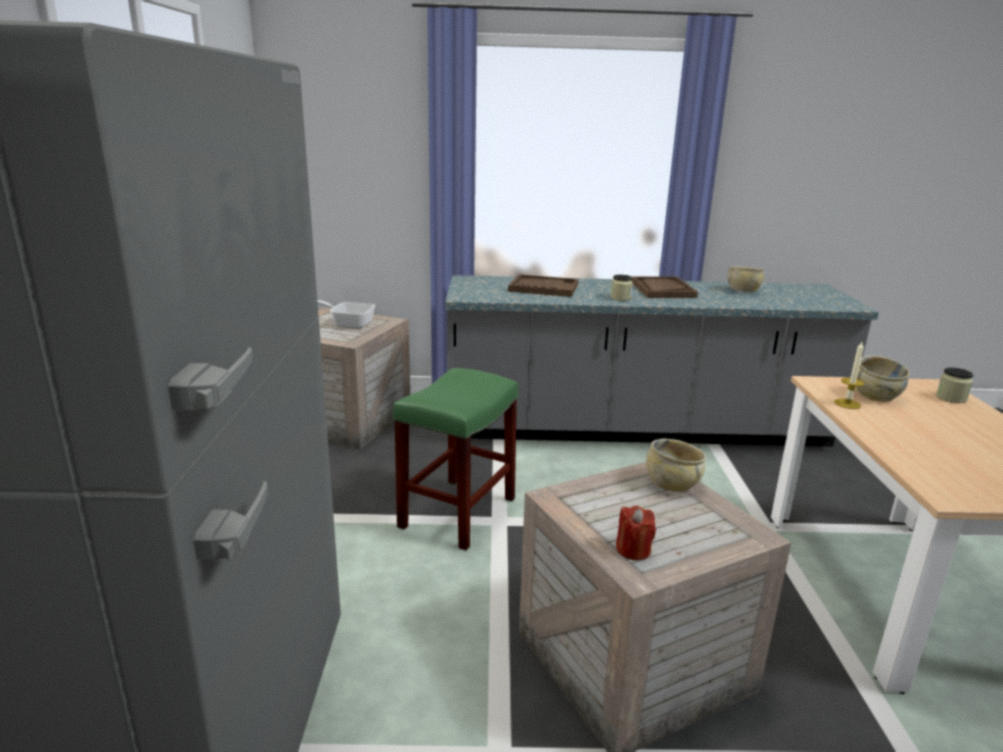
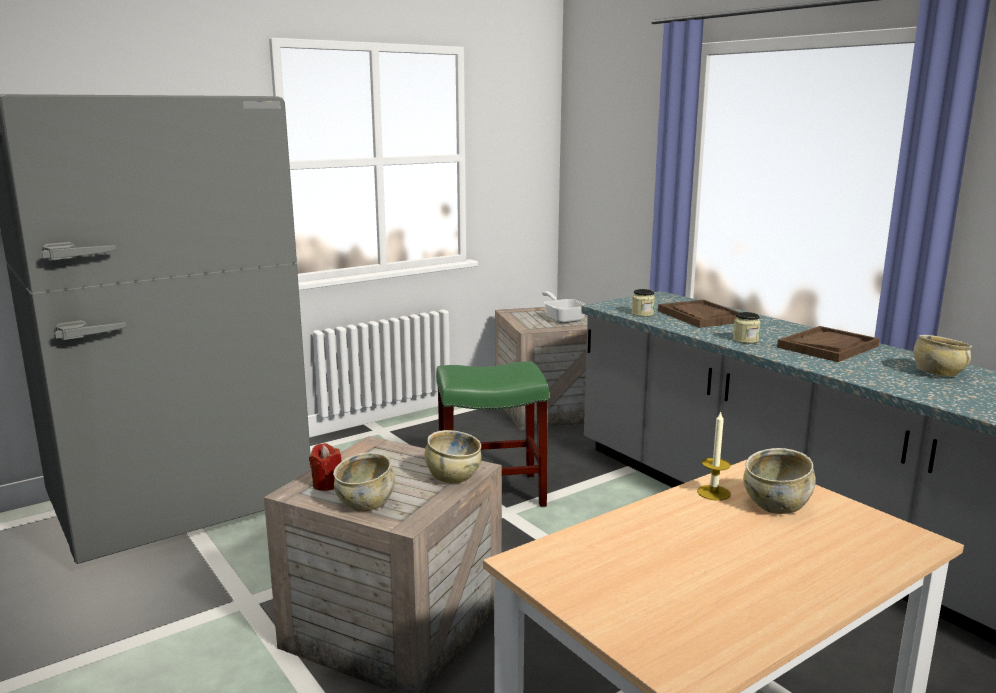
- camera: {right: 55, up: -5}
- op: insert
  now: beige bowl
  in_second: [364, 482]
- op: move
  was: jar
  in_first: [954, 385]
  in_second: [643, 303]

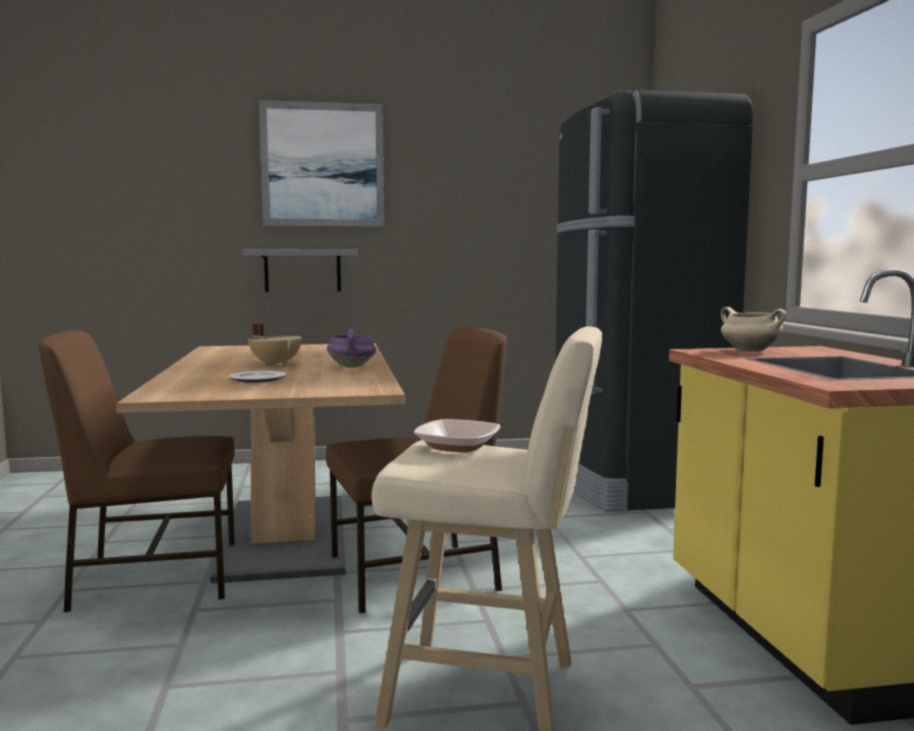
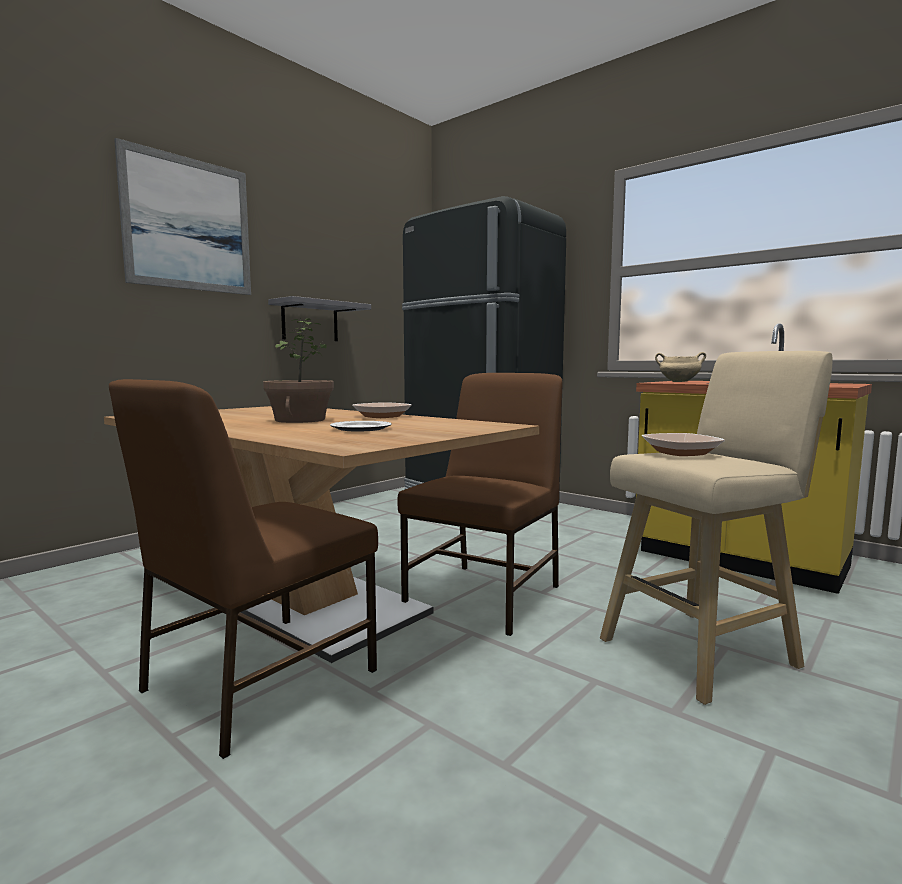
- camera: {right: -40, up: 0}
- op: move
  was: grey shelf
  in_first: [300, 270]
  in_second: [319, 318]
- op: replace
  was: beige cooking pot
  now: potted plant
  in_first: [275, 344]
  in_second: [298, 370]
- op: replace
  was: purple cooking pot
  now: bowl
  in_first: [351, 348]
  in_second: [382, 410]

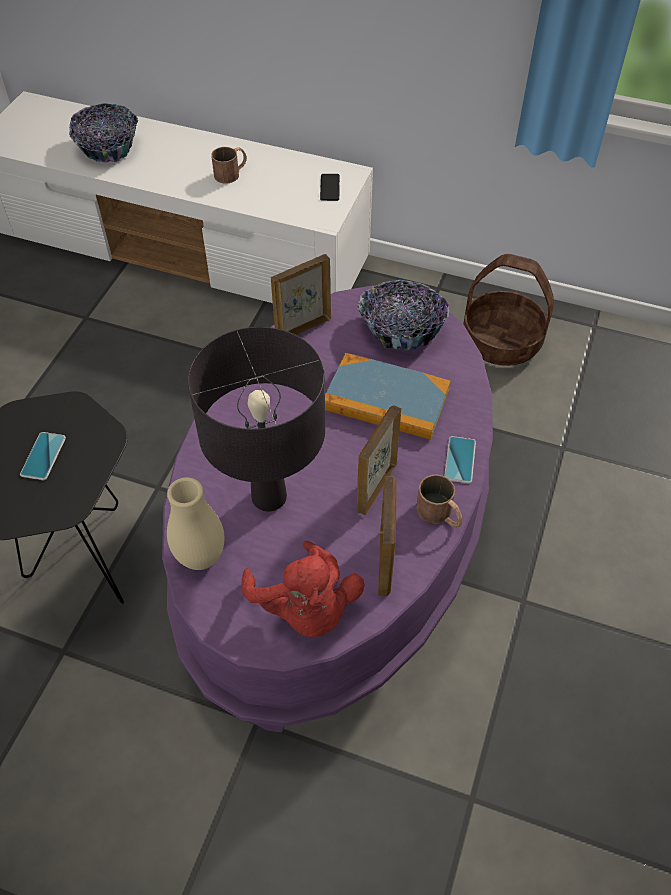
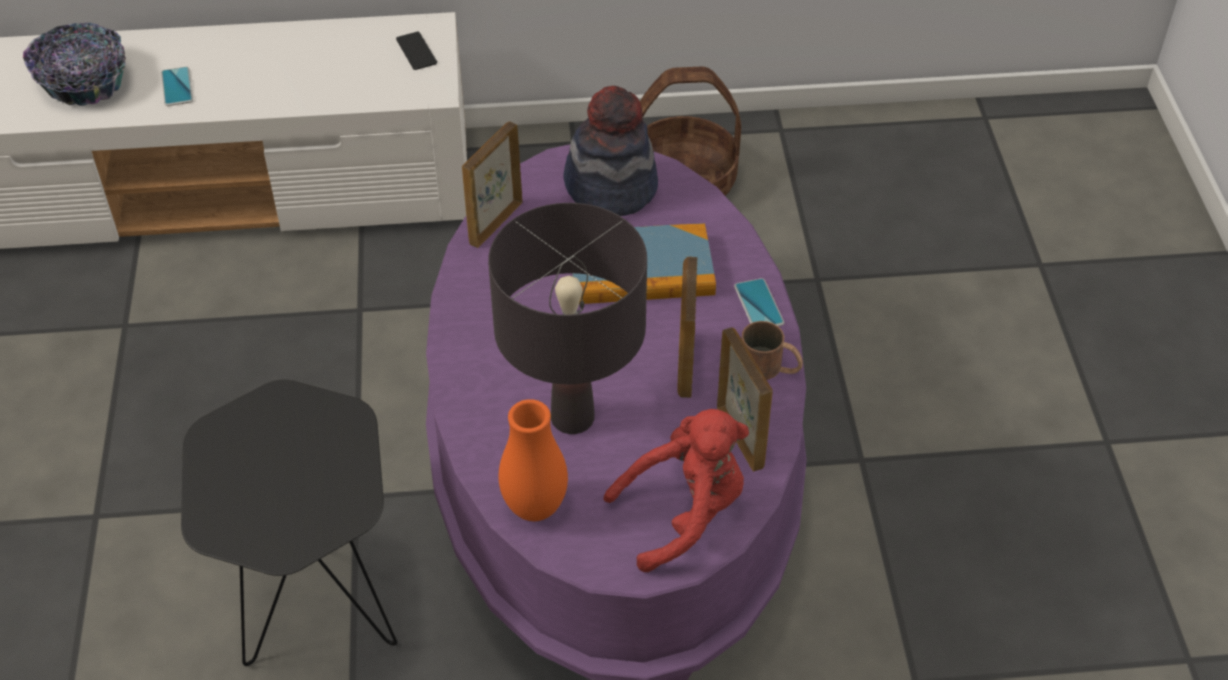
- camera: {right: -25, up: -5}
- op: delete
  was: brown mug
  in_first: [229, 165]
- op: move
  was: phone
  in_first: [43, 456]
  in_second: [177, 86]
- op: replace
  was: bowl
  now: hat
  in_first: [403, 315]
  in_second: [610, 151]
- op: recolor
  was: beige vase
  now: orange vase
  in_first: [196, 523]
  in_second: [533, 460]
- op: rotate
  was: red plush toy
  in_first: [303, 589]
  in_second: [676, 490]
  clockwise: -60

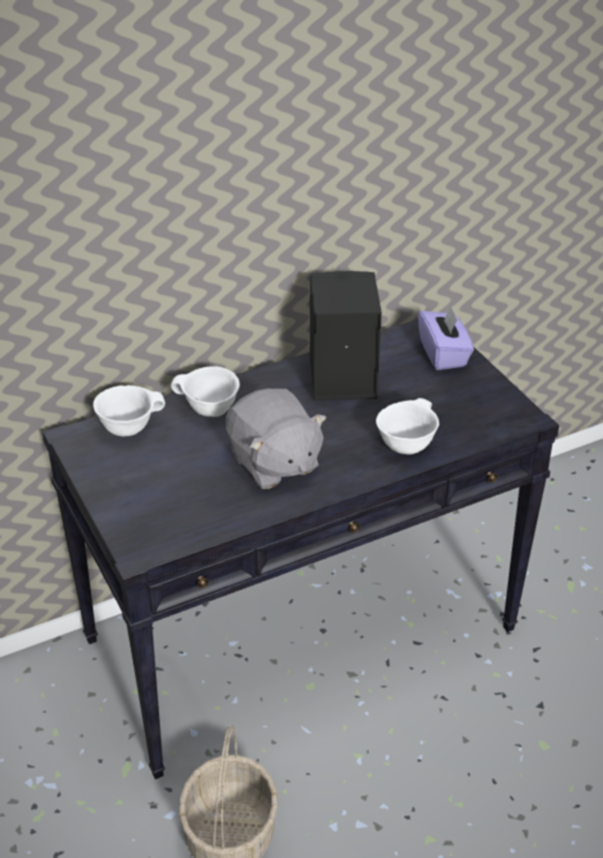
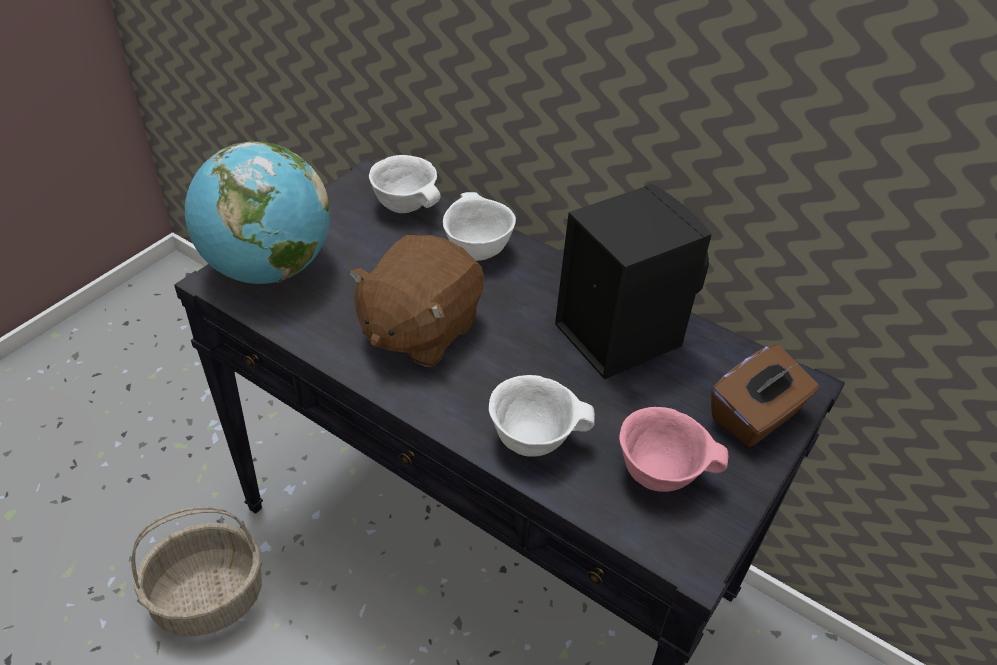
- camera: {right: 60, up: 5}
- op: insert
  now: globe
  in_second: [257, 212]
- op: insert
  now: pink bowl
  in_second: [674, 449]
- op: recolor
  was: grey plush toy
  now: brown plush toy
  in_first: [276, 438]
  in_second: [416, 301]
- op: recolor
  was: purple tissue box
  now: brown tissue box
  in_first: [446, 338]
  in_second: [765, 395]

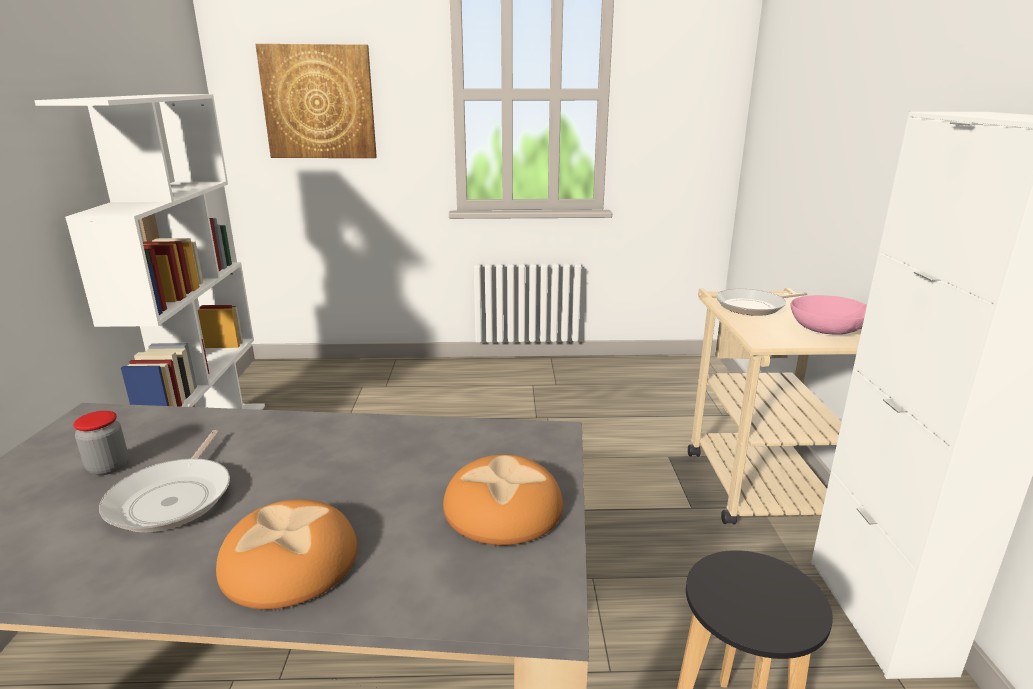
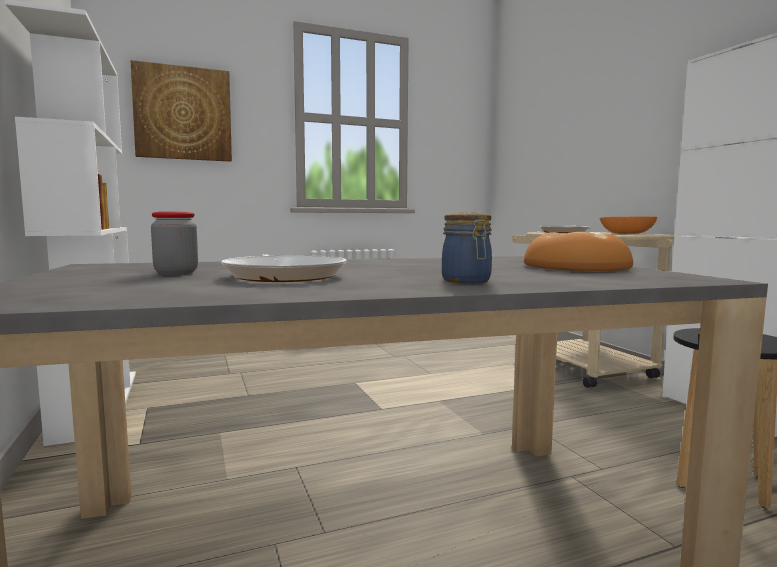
- camera: {right: -20, up: -15}
- op: replace
  was: bread
  now: jar
  in_first: [286, 554]
  in_second: [467, 248]
- op: recolor
  was: pink bowl
  now: orange bowl
  in_first: [828, 315]
  in_second: [628, 225]

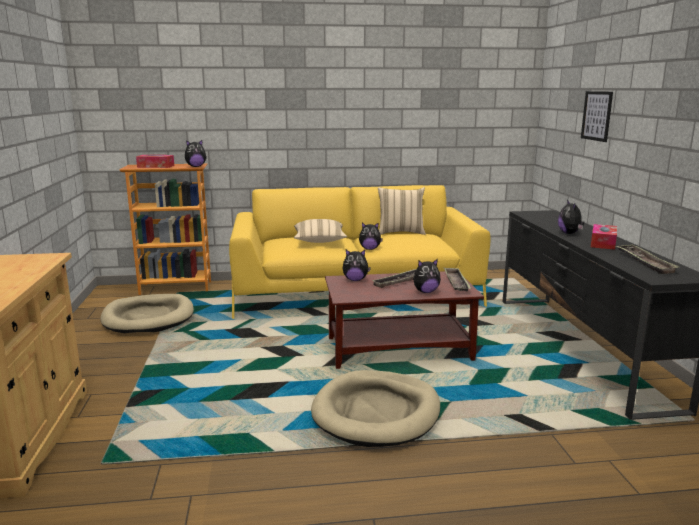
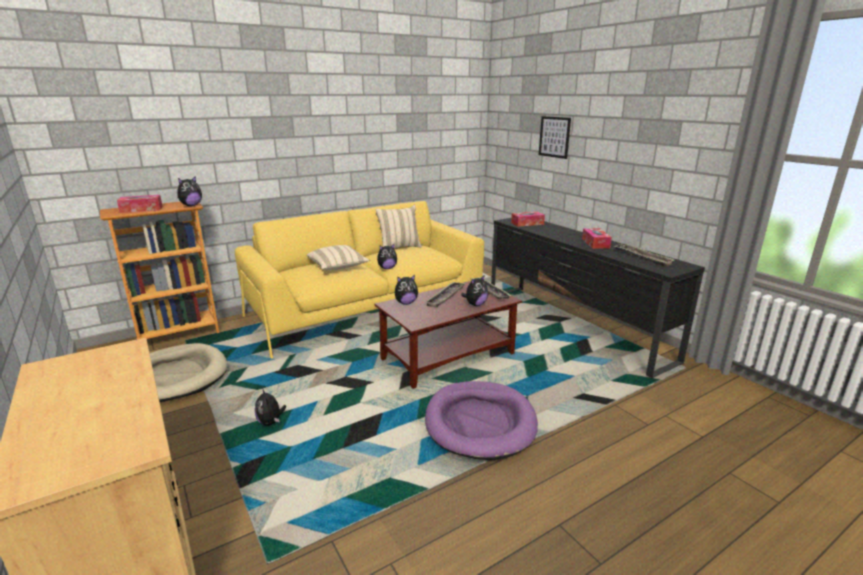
- camera: {right: -25, up: 5}
- op: insert
  now: tissue box
  in_second: [528, 219]
- op: move
  was: plush toy
  in_first: [571, 216]
  in_second: [270, 407]
- op: recolor
  was: beige dog bed
  now: purple dog bed
  in_first: [375, 408]
  in_second: [481, 420]

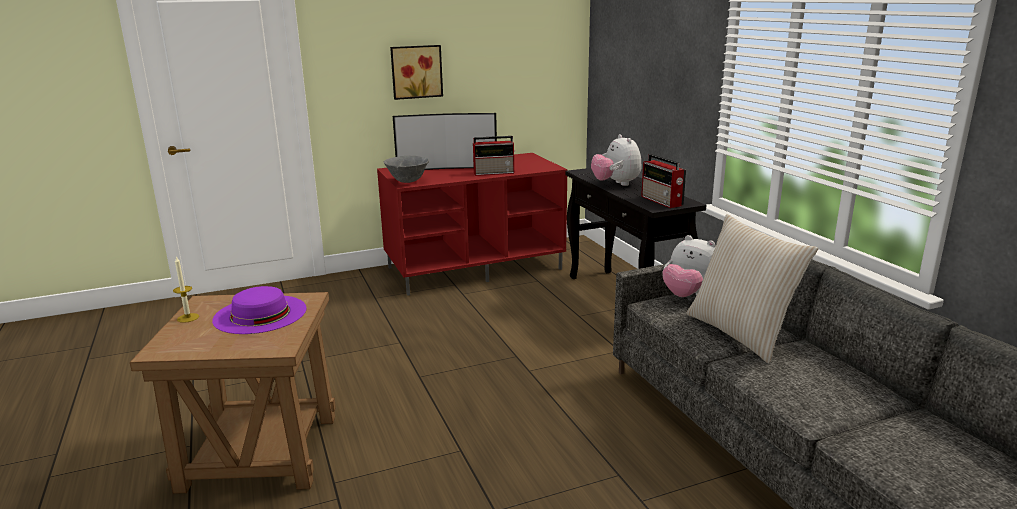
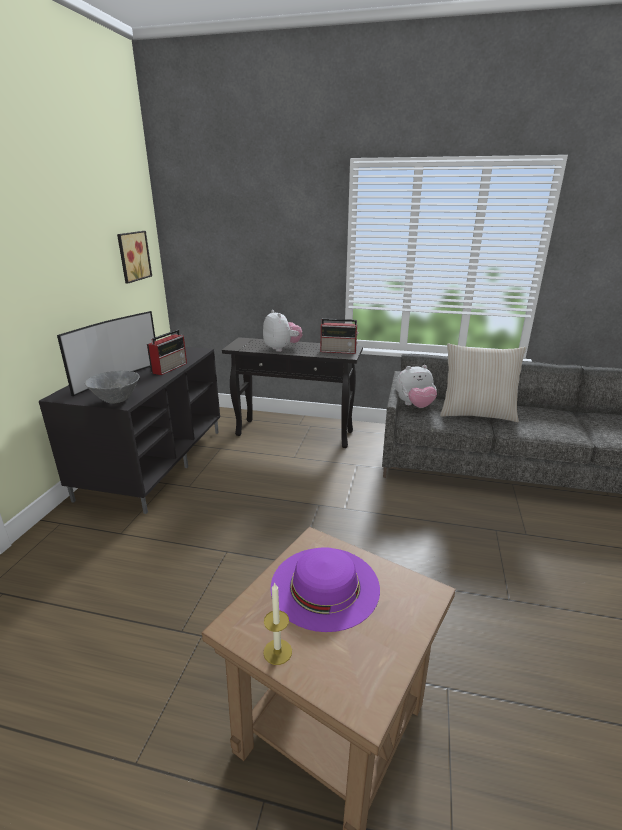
- camera: {right: -55, up: 5}
- op: move
  was: picture
  in_first: [416, 72]
  in_second: [134, 257]
- op: recolor
  was: red tv stand
  now: black tv stand
  in_first: [472, 224]
  in_second: [129, 430]
- op: rotate
  was: plush toy
  in_first: [616, 160]
  in_second: [282, 331]
  clockwise: -135

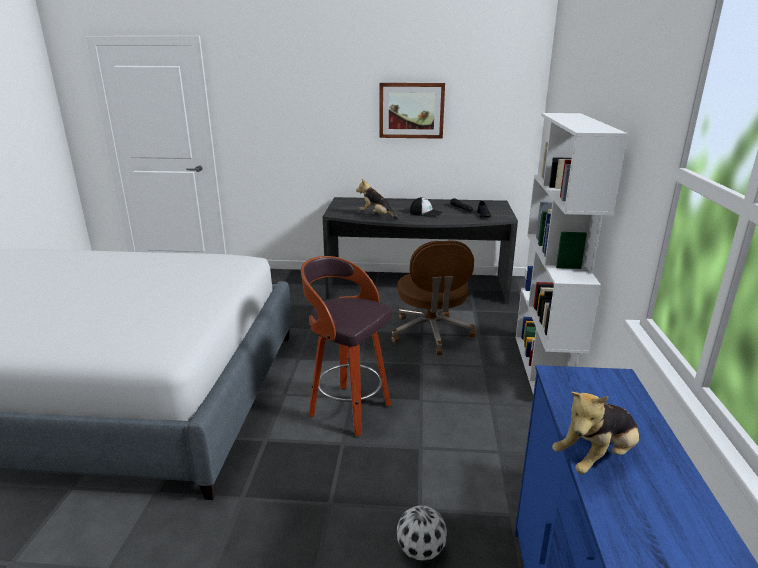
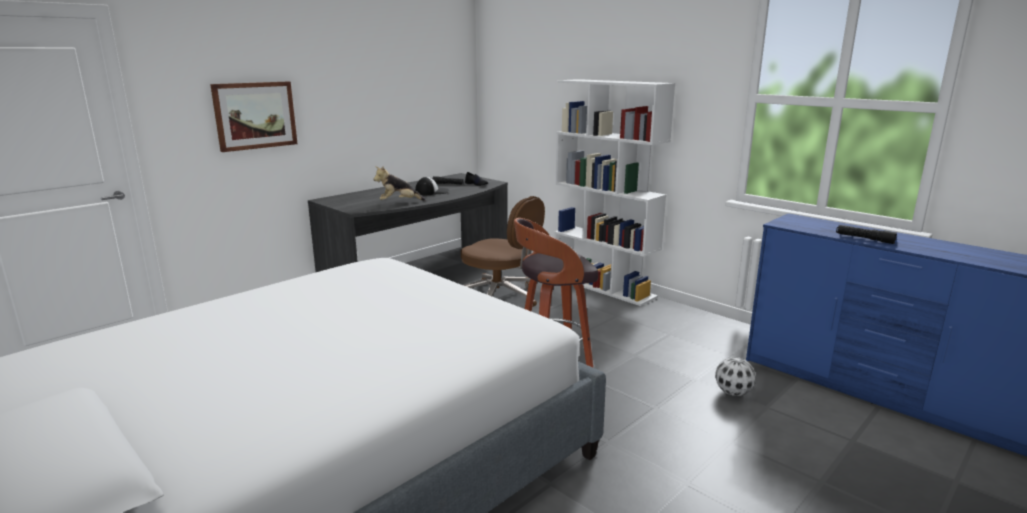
- camera: {right: -50, up: -5}
- op: move
  was: picture
  in_first: [412, 111]
  in_second: [253, 116]
- op: replace
  was: plush toy
  now: black flashlight
  in_first: [595, 433]
  in_second: [866, 234]

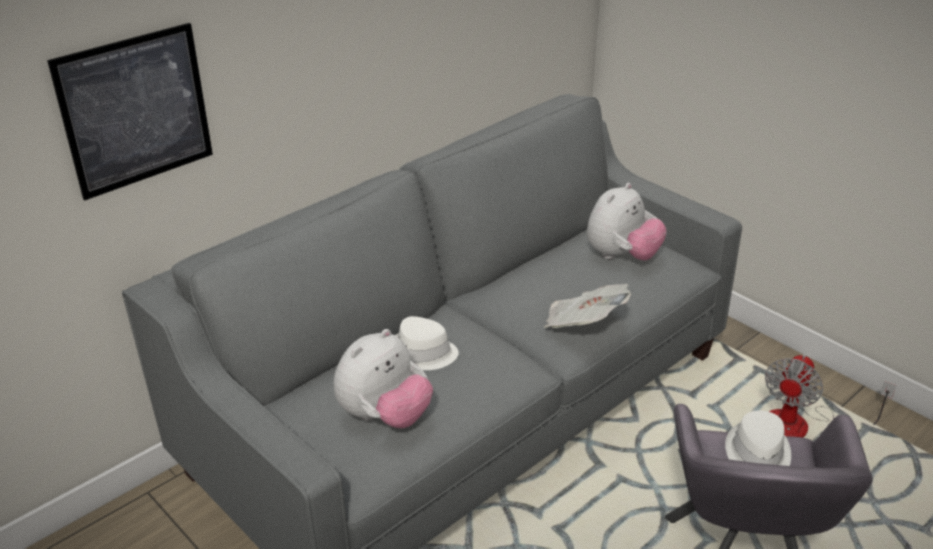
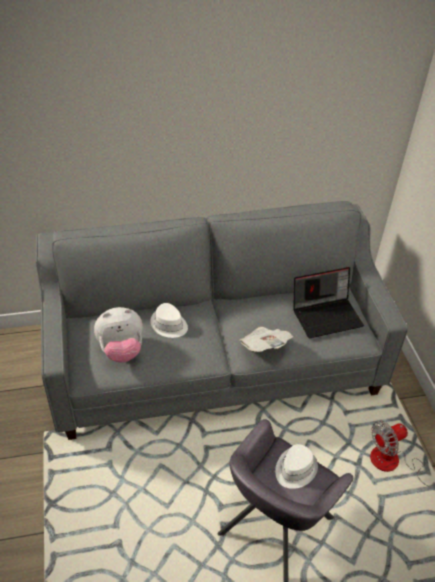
- camera: {right: 30, up: 10}
- op: delete
  was: picture
  in_first: [130, 111]
- op: replace
  was: plush toy
  now: laptop
  in_first: [627, 222]
  in_second: [328, 302]

